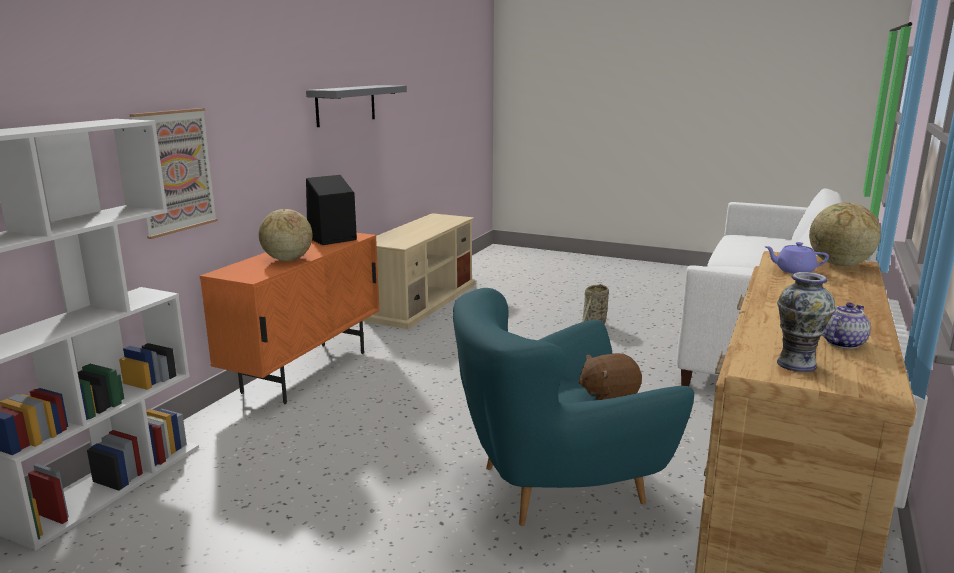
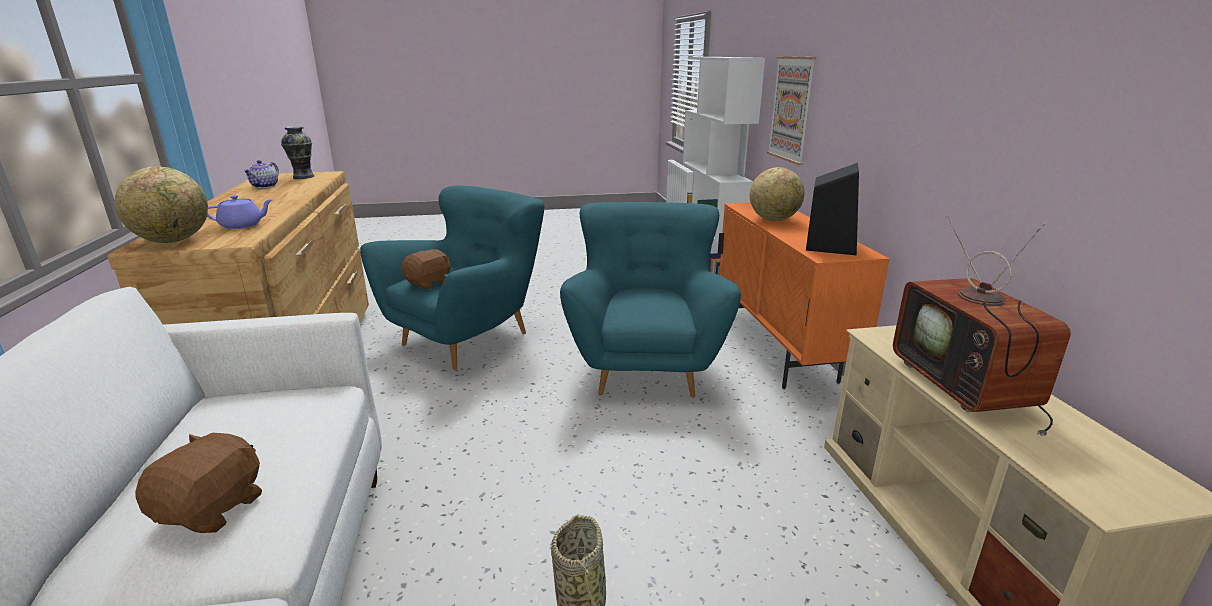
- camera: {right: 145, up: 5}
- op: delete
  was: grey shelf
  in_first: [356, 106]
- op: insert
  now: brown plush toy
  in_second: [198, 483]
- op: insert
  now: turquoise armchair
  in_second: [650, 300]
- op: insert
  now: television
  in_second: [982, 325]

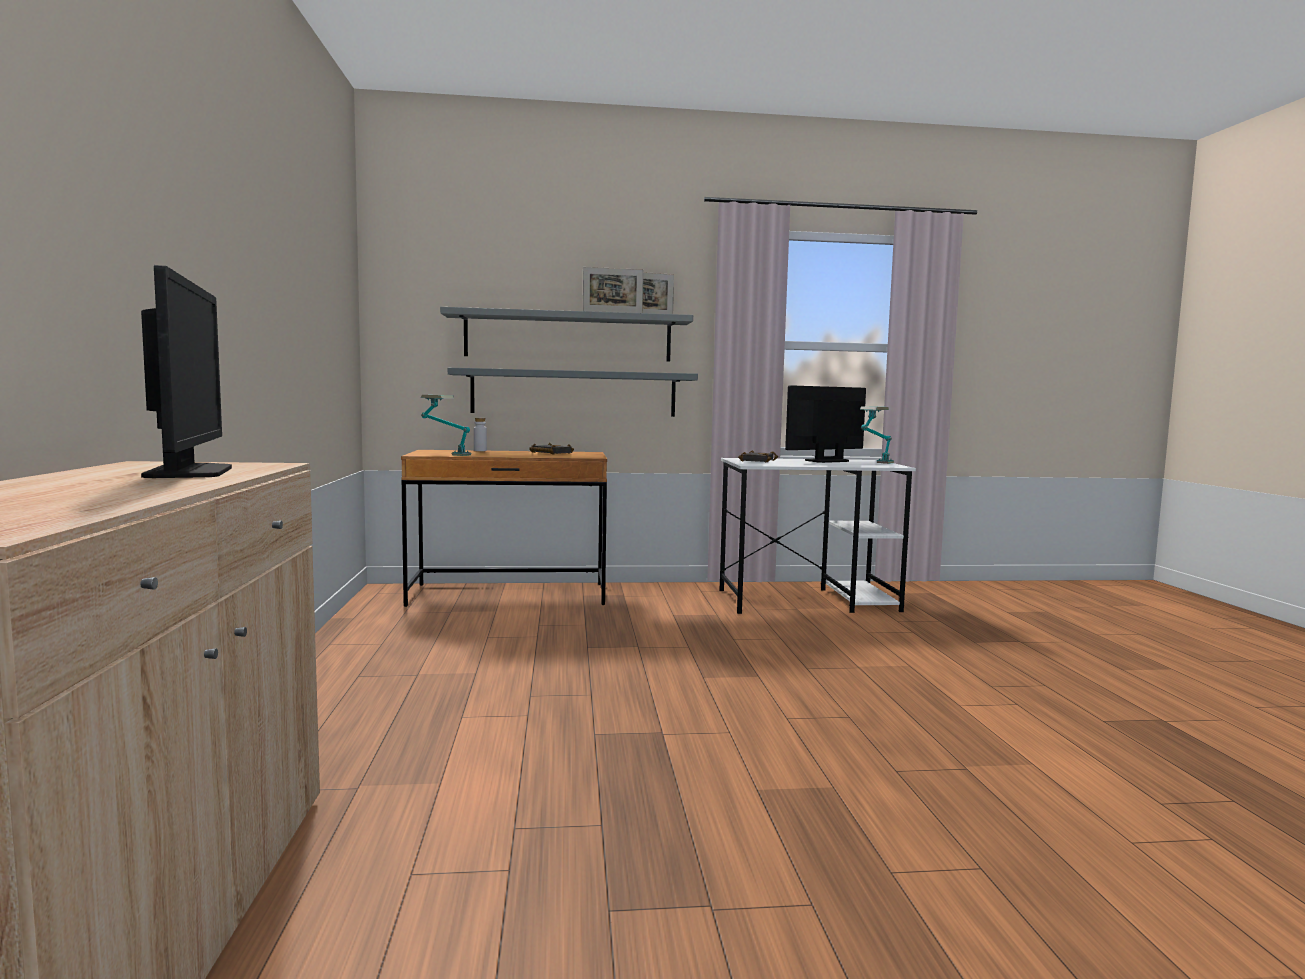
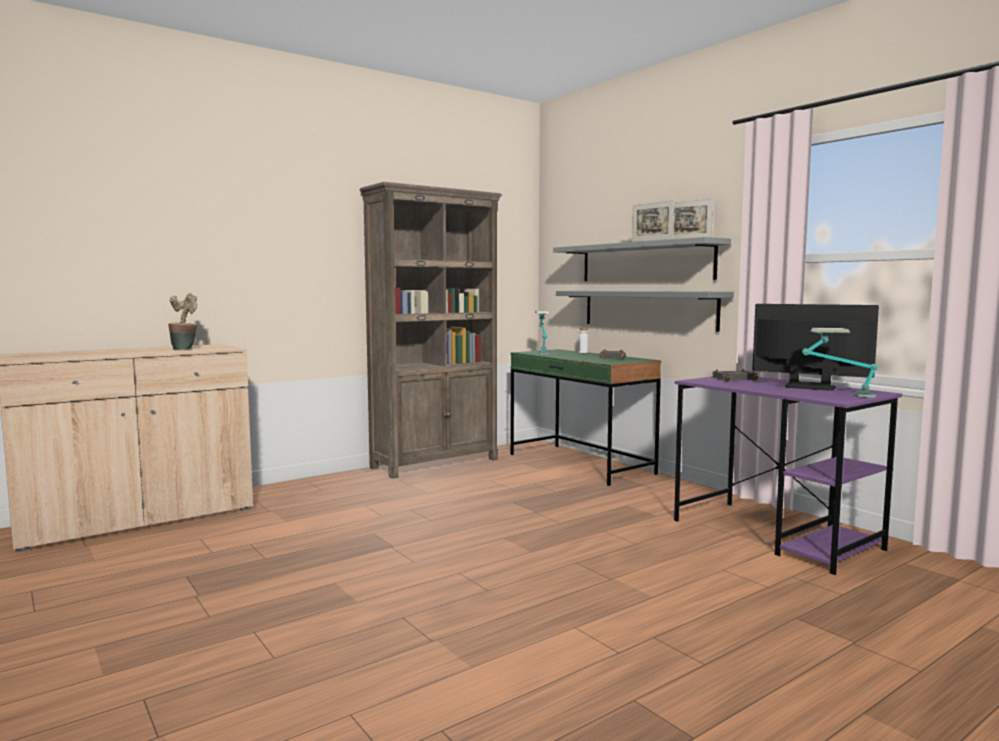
- camera: {right: 60, up: 0}
- op: insert
  now: brown bookcase
  in_second: [430, 330]
- op: replace
  was: monitor
  now: potted plant
  in_first: [186, 371]
  in_second: [182, 321]
- op: recolor
  was: brown desk
  now: green desk
  in_first: [504, 528]
  in_second: [586, 417]
- op: recolor
  was: white desk
  now: purple desk
  in_first: [817, 536]
  in_second: [788, 475]

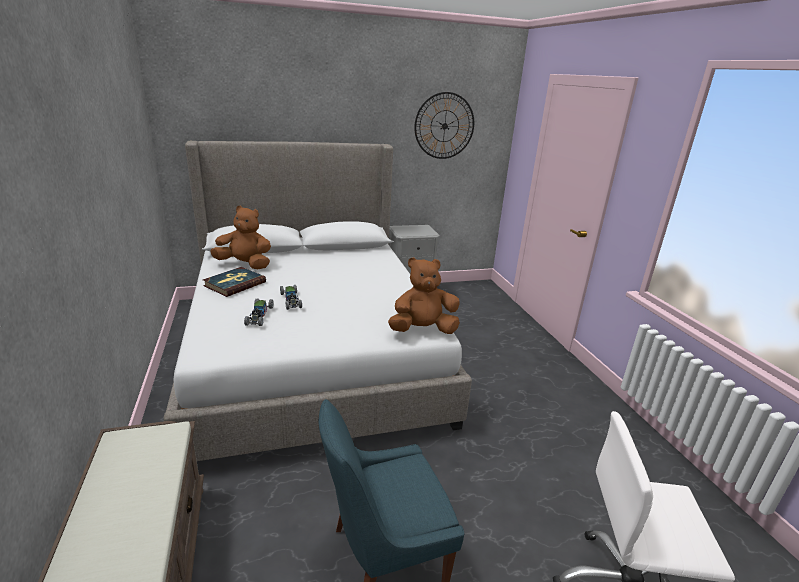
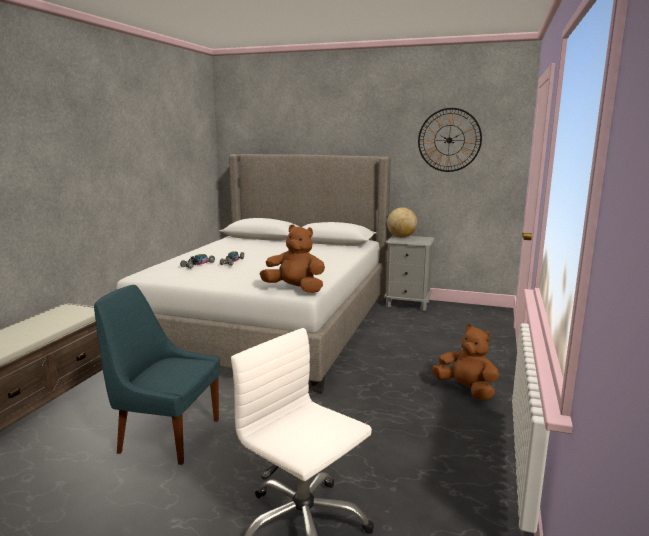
- camera: {right: 35, up: -10}
- op: delete
  was: book
  in_first: [234, 282]
- op: insert
  now: globe
  in_second: [402, 222]
- op: move
  was: brown plush toy
  in_first: [240, 237]
  in_second: [465, 362]

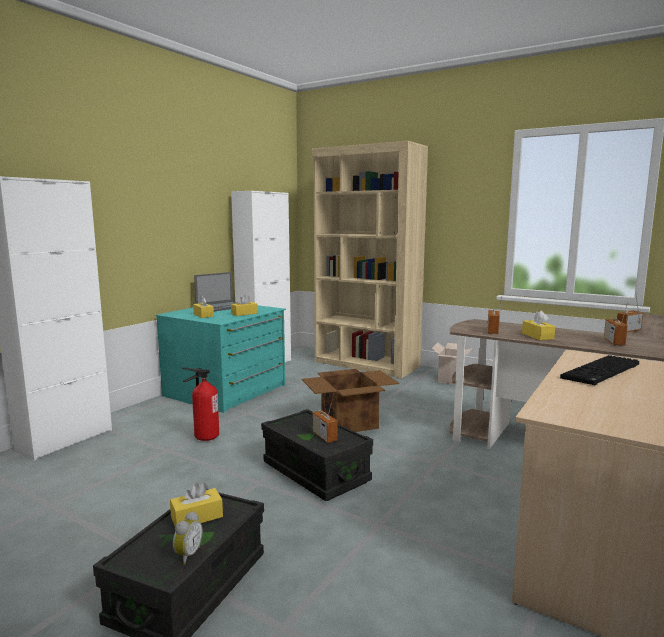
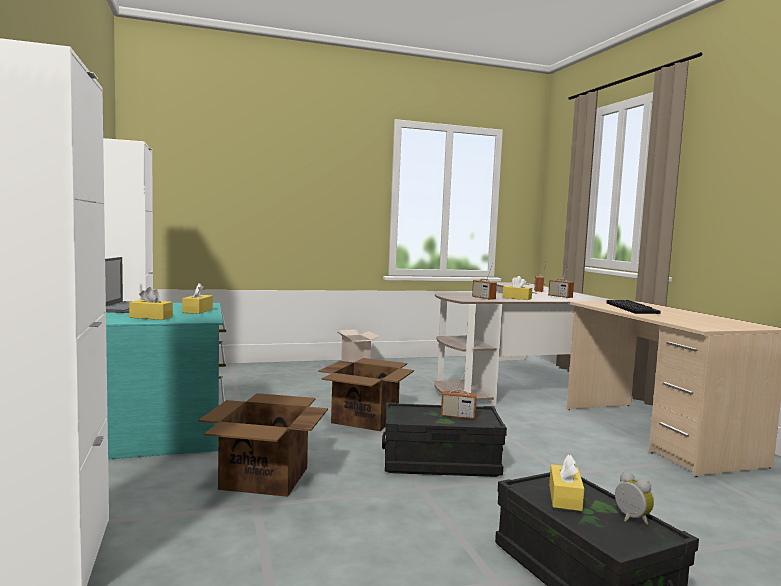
- camera: {right: -50, up: -5}
- op: delete
  was: beige bookcase
  in_first: [370, 259]
- op: replace
  was: fire extinguisher
  now: cardboard box
  in_first: [200, 404]
  in_second: [263, 445]

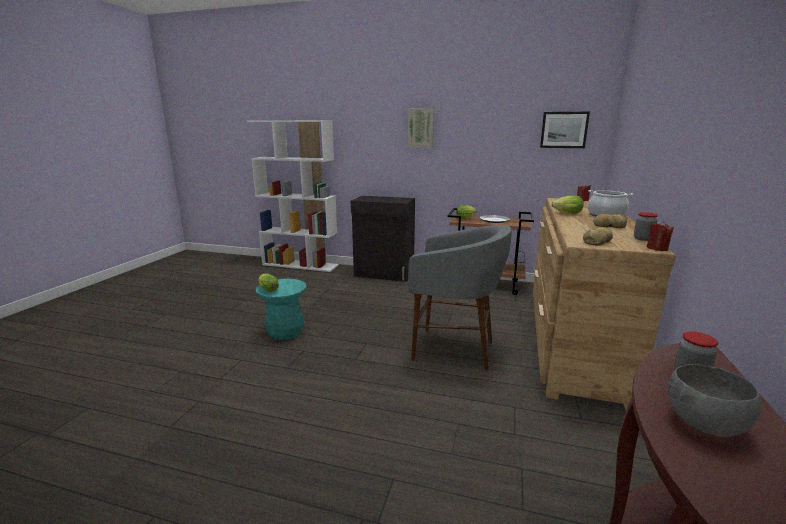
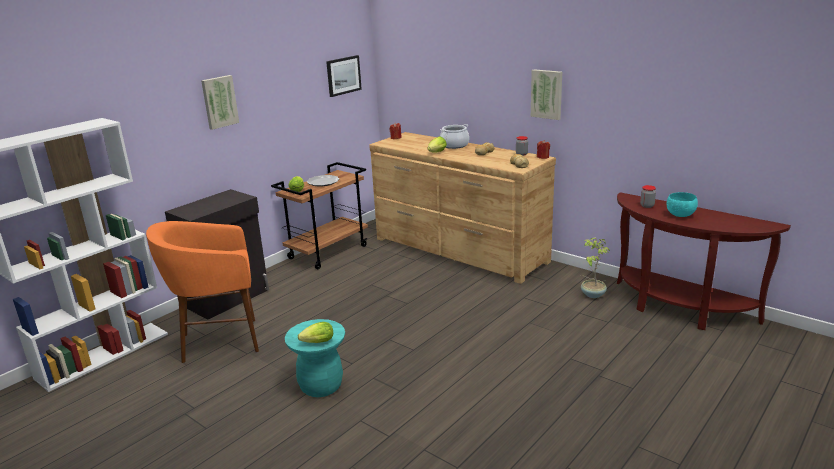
- camera: {right: -65, up: 5}
- op: delete
  was: grey stool
  in_first: [460, 297]
- op: insert
  now: orange stool
  in_second: [202, 292]
- op: insert
  now: picture
  in_second: [546, 94]
- op: insert
  now: potted plant
  in_second: [595, 268]
- op: recolor
  was: grey bowl
  now: turquoise bowl
  in_first: [715, 400]
  in_second: [682, 204]

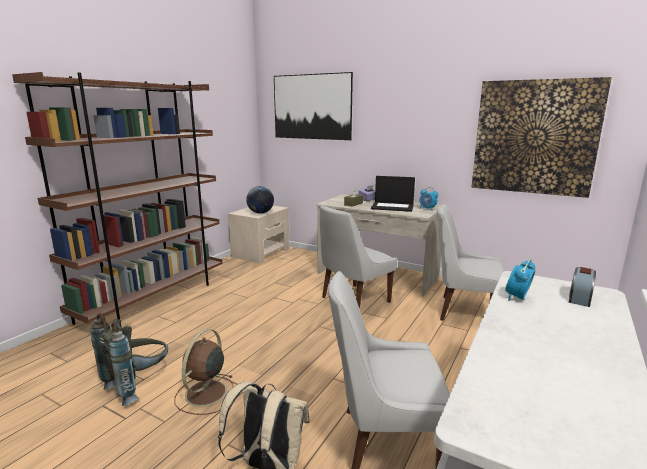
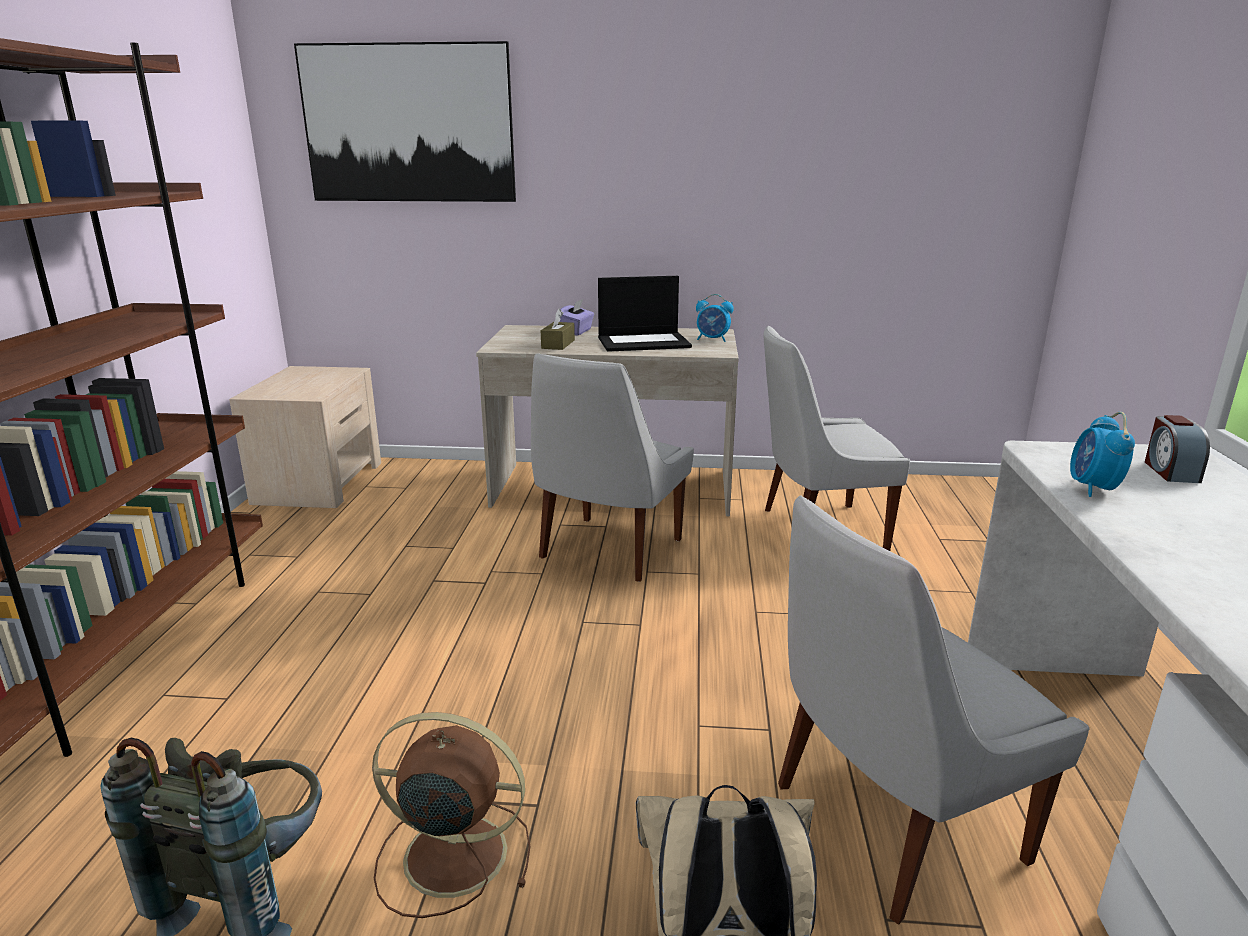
- camera: {right: -25, up: 5}
- op: delete
  was: globe
  in_first: [260, 200]
- op: delete
  was: picture
  in_first: [542, 137]
- op: rotate
  was: brown fan
  in_first: [203, 372]
  in_second: [451, 815]
  clockwise: 105

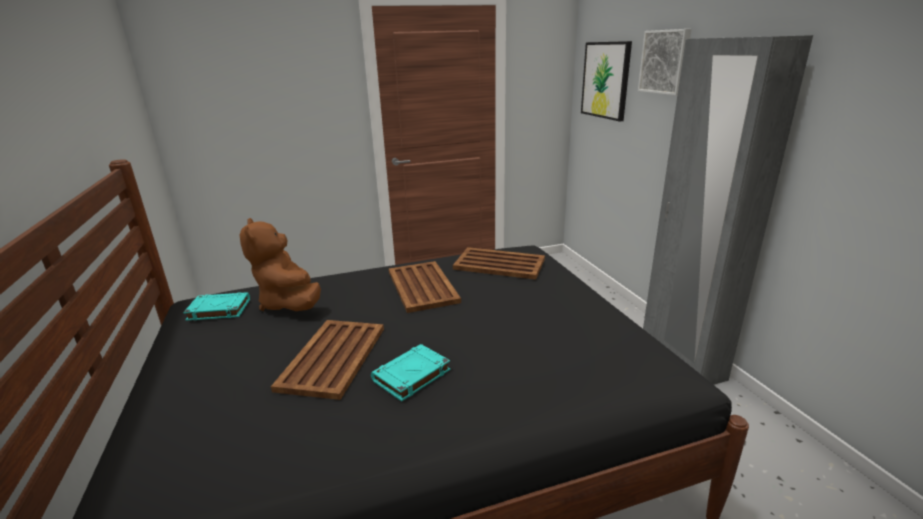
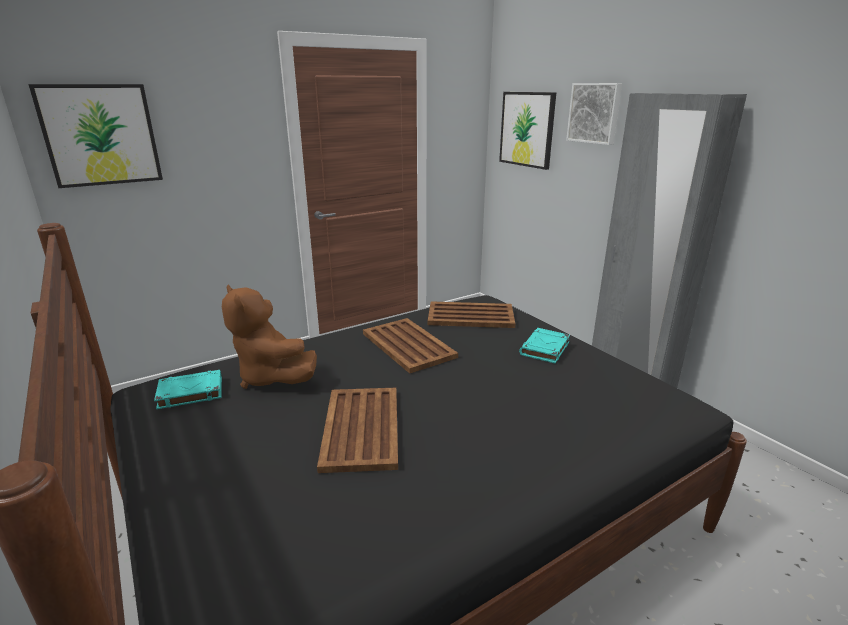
- camera: {right: -15, up: 0}
- op: insert
  now: picture
  in_second: [95, 136]
- op: move
  was: turquoise book
  in_first: [410, 372]
  in_second: [544, 345]

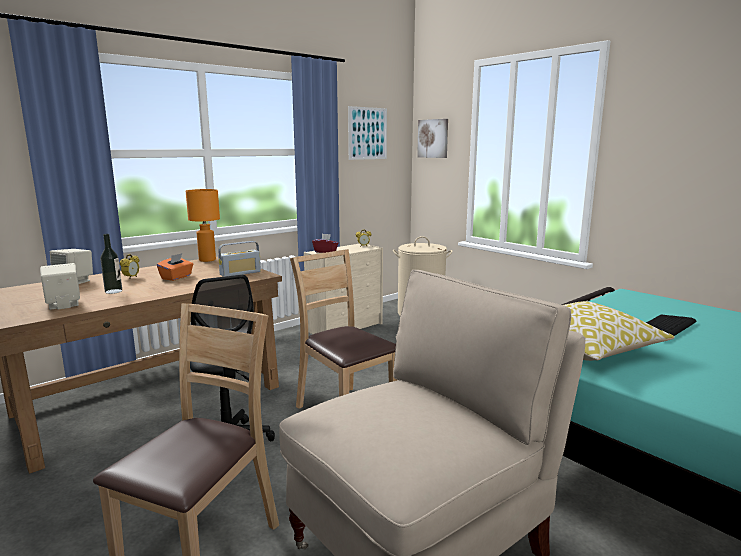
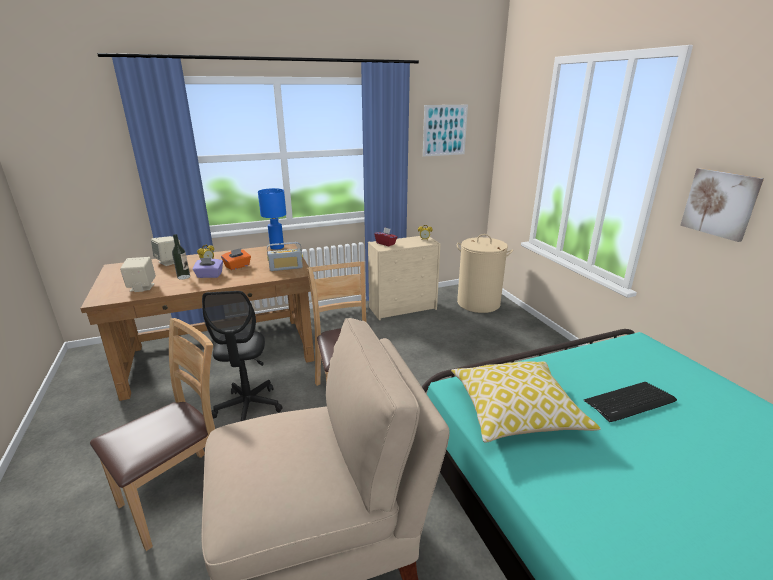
- camera: {right: 20, up: 10}
- op: insert
  now: purple tissue box
  in_second: [207, 268]
- op: move
  was: picture
  in_first: [432, 138]
  in_second: [722, 205]
- op: recolor
  was: orange table lamp
  now: blue table lamp
  in_first: [203, 225]
  in_second: [272, 219]

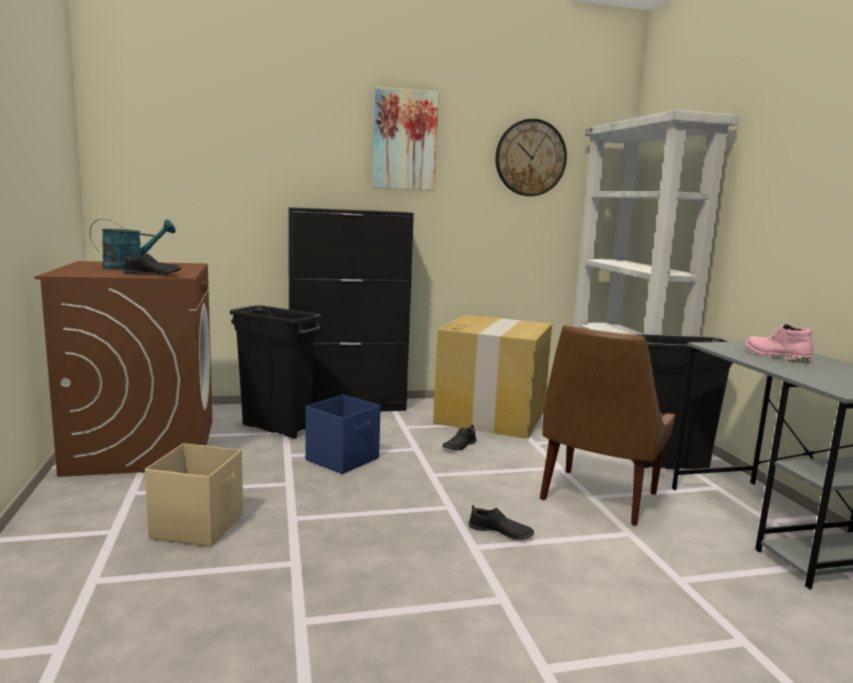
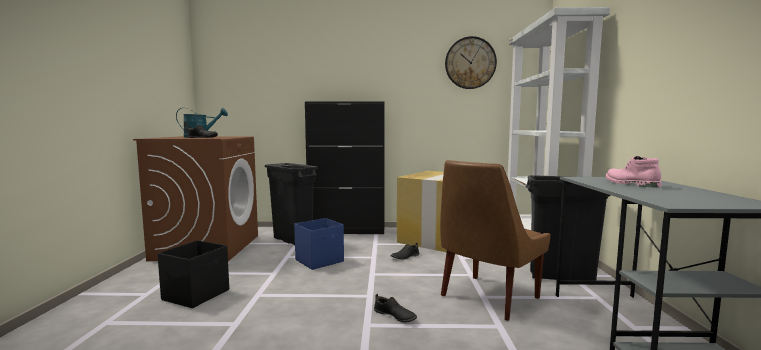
- camera: {right: 15, up: -5}
- op: delete
  was: picture
  in_first: [406, 138]
- op: recolor
  was: beige storage box
  now: black storage box
  in_first: [194, 495]
  in_second: [193, 274]

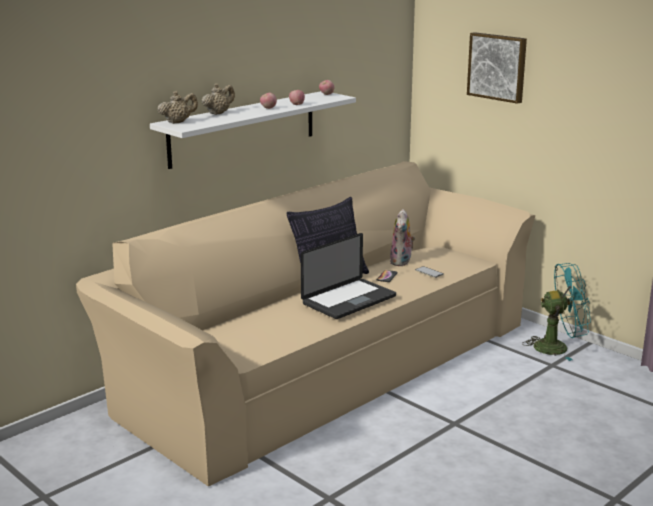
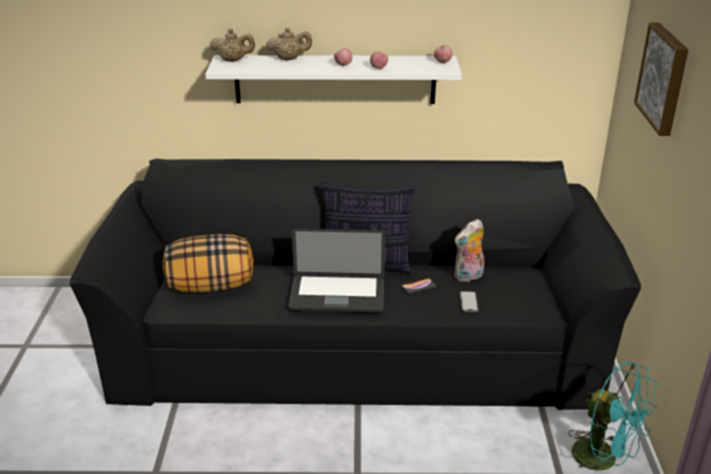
- camera: {right: 45, up: 10}
- op: insert
  now: pillow
  in_second: [208, 263]
- op: recolor
  was: beige sofa
  now: black sofa
  in_first: [305, 324]
  in_second: [355, 284]

